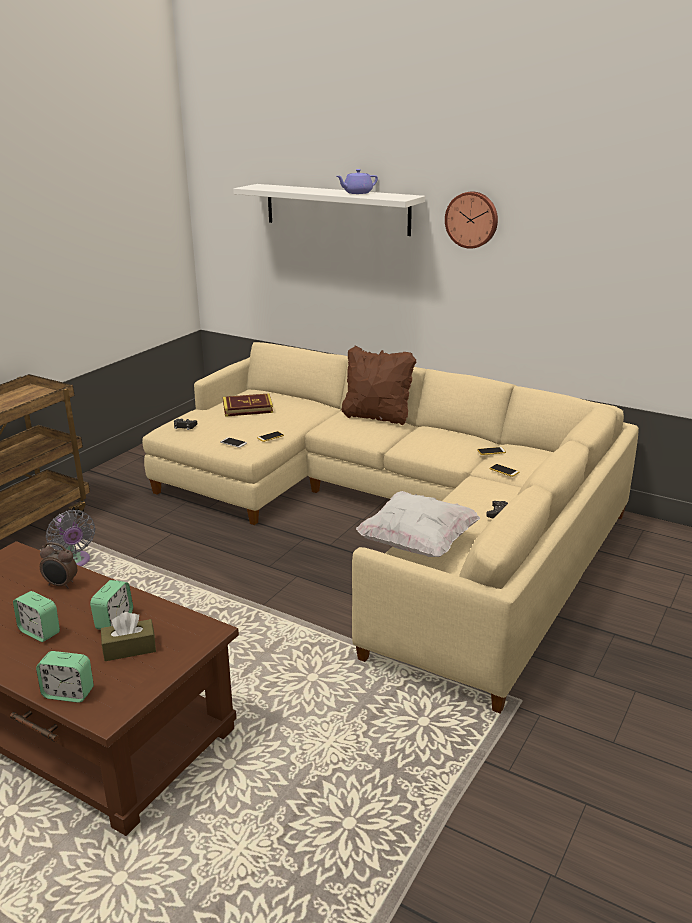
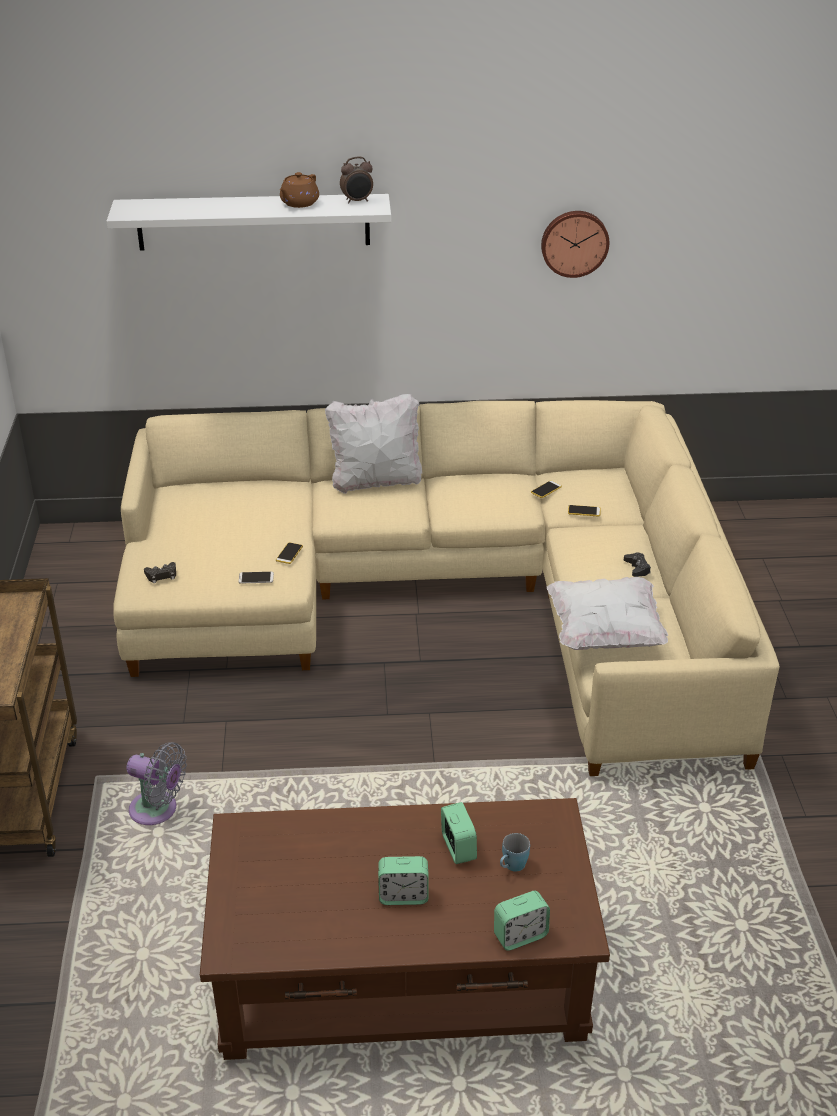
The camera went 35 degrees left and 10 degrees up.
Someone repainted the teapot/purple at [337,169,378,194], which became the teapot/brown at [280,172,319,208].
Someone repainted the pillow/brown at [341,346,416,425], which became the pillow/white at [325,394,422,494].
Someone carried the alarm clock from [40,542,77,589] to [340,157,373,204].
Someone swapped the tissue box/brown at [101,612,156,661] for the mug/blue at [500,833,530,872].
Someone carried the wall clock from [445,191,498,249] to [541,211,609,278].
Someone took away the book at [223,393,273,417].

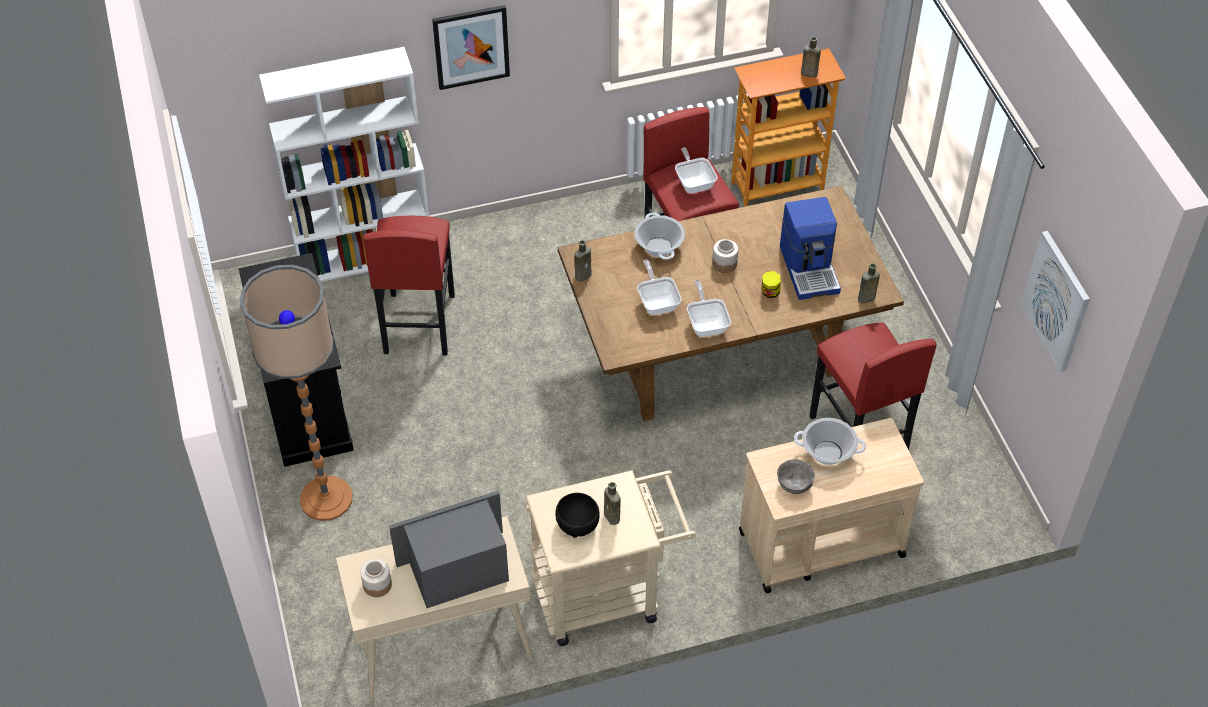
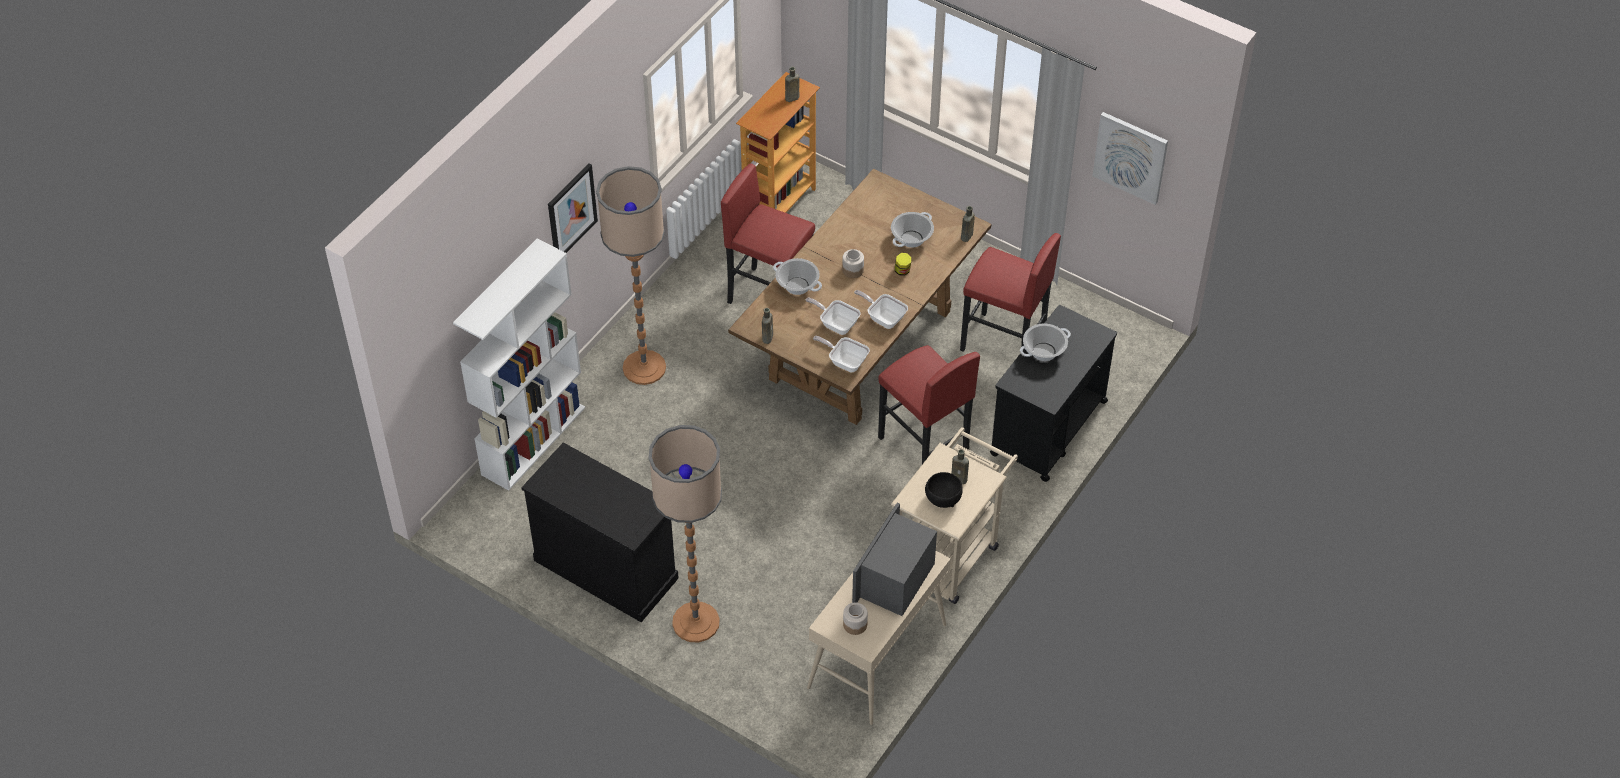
The camera went 40 degrees left and 0 degrees up.
Someone put down the floor lamp at [596,166,666,385].
Someone carried the frying pan from [675,147,718,194] to [813,336,870,372].
Someone carried the stool/red from [363,216,455,355] to [878,345,980,464].
Someone swapped the coffee machine at [780,197,841,300] for the cooking pot at [891,212,934,248].
Someone repainted the cart/beige at [739,418,924,593], which became the cart/black at [990,305,1117,482].
Someone took away the bowl/grey at [777,459,815,494].

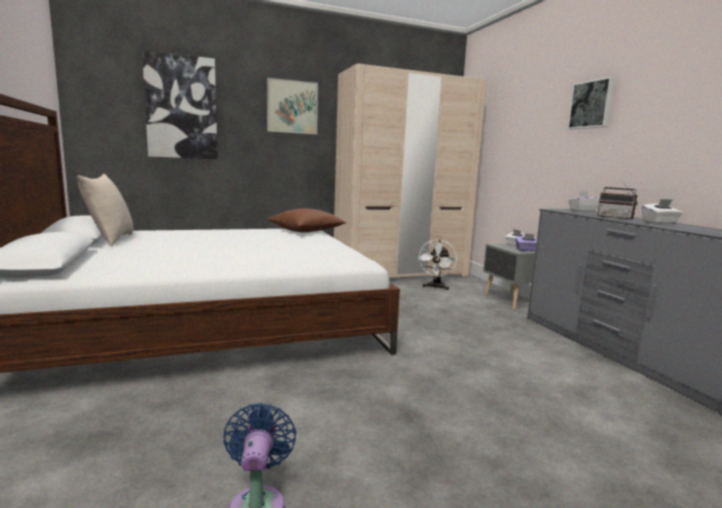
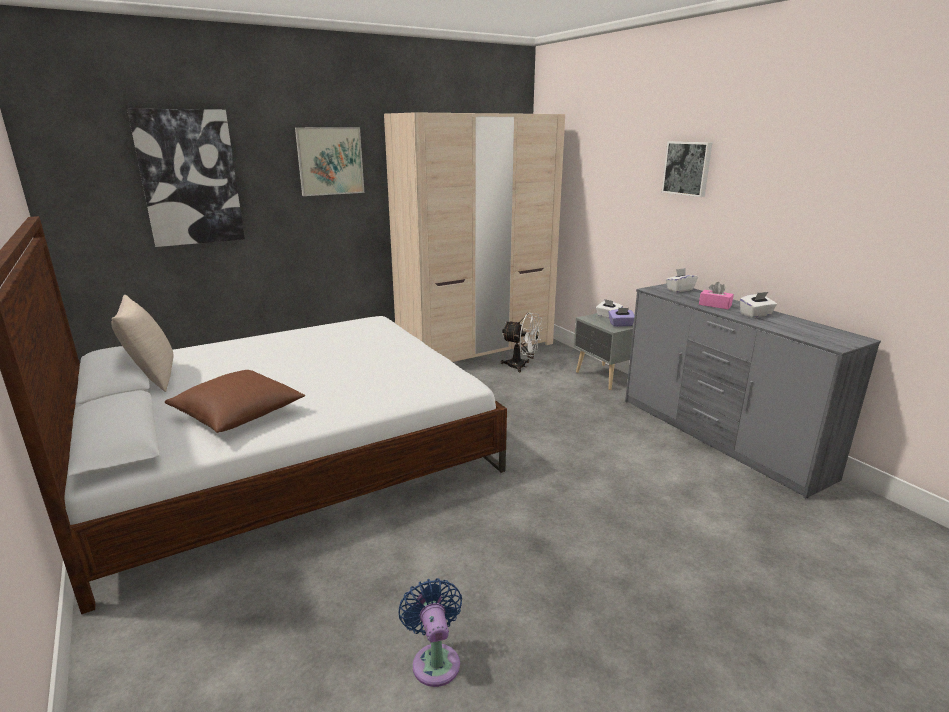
The camera went 10 degrees left and 10 degrees up.
Someone carried the pillow/brown from [268,209,346,233] to [165,370,305,433].
Someone rotated the fan/white at [419,239,457,290] by 75 degrees counterclockwise.
Someone swapped the radio at [597,180,638,219] for the tissue box/pink at [699,282,734,309].

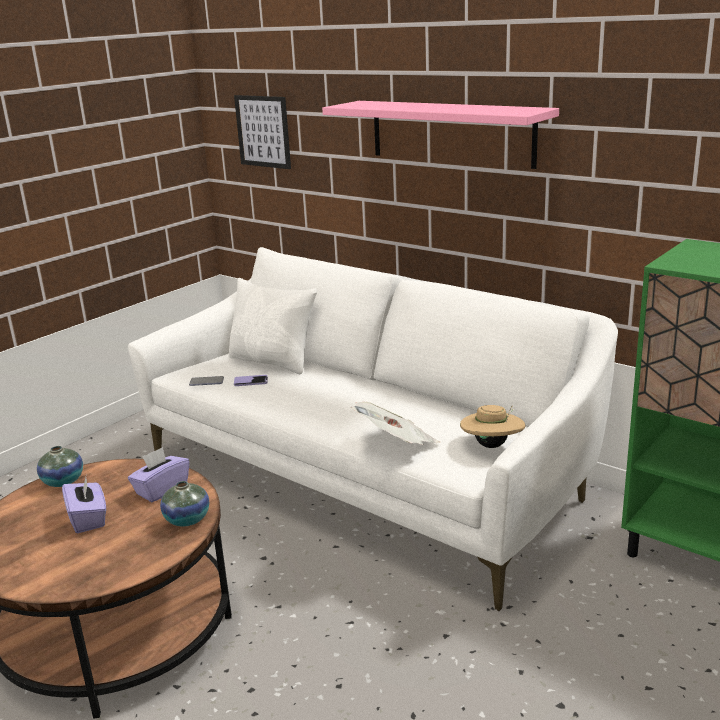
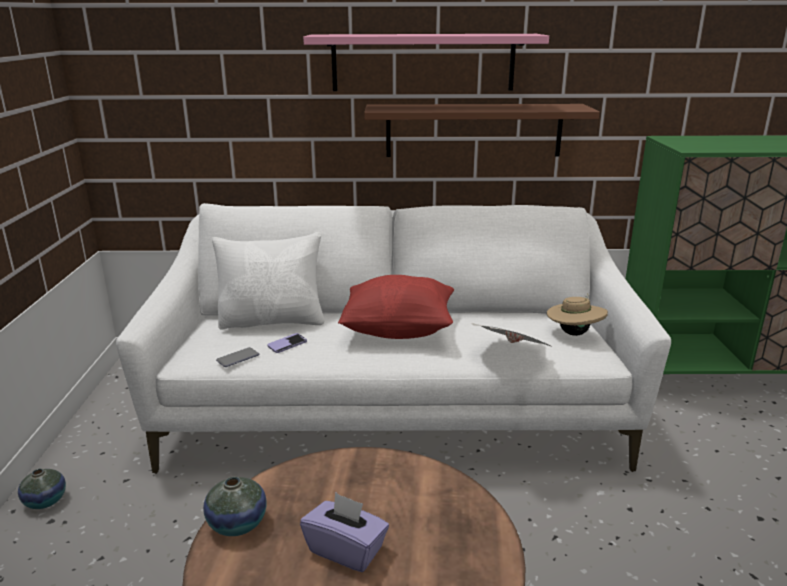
The camera went 40 degrees left and 0 degrees up.
Someone carried the vase from [160,481,209,526] to [18,468,66,509].
Someone put down the pillow/red at [338,275,454,339].
Someone put up the shelf/brown at [364,104,600,157].
Someone took away the tissue box/purple at [128,447,189,502].
Someone took away the picture at [234,95,291,169].

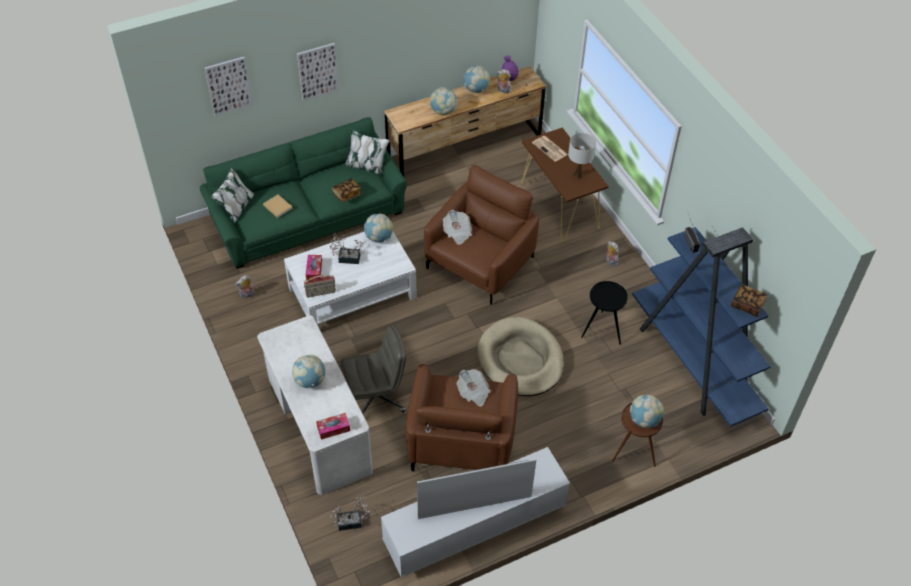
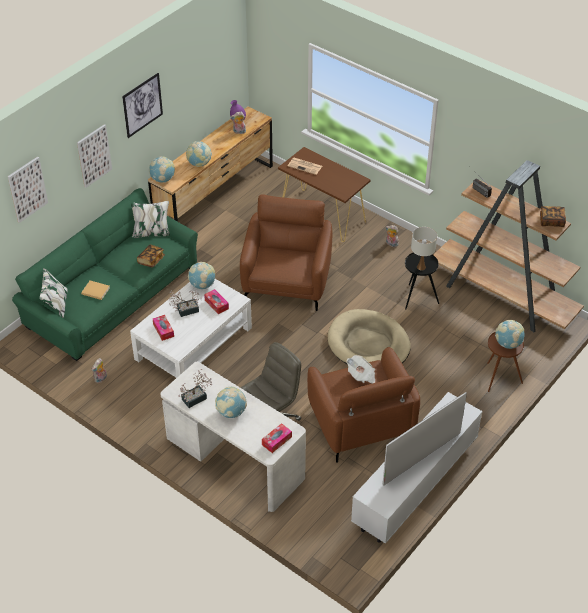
The camera went 25 degrees left and 5 degrees down.
Someone put up the picture at [122,73,163,138].
Someone carried the globe from [463,66,490,93] to [149,156,175,183].
Someone carried the potted plant from [330,496,371,531] to [178,369,212,408].
Someone put down the tissue box at [204,289,229,314].
Someone carried the table lamp/white from [568,133,596,179] to [411,227,437,271].
Someone repainted the bookcase/blue at [632,227,771,427], which became the bookcase/brown at [434,160,584,333].
Someone took away the radio at [304,275,336,298].
Someone took away the newspaper at [443,210,472,245].

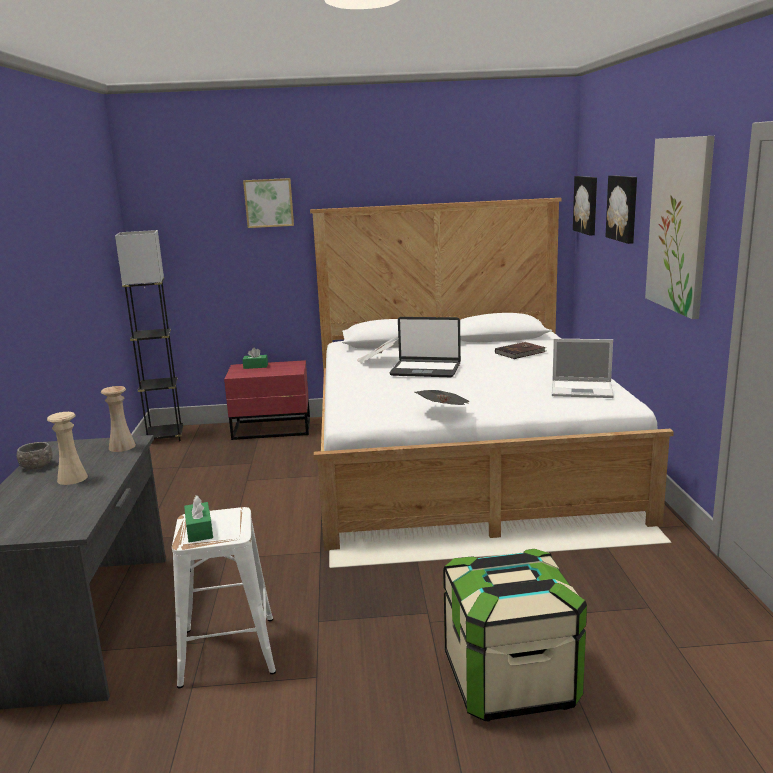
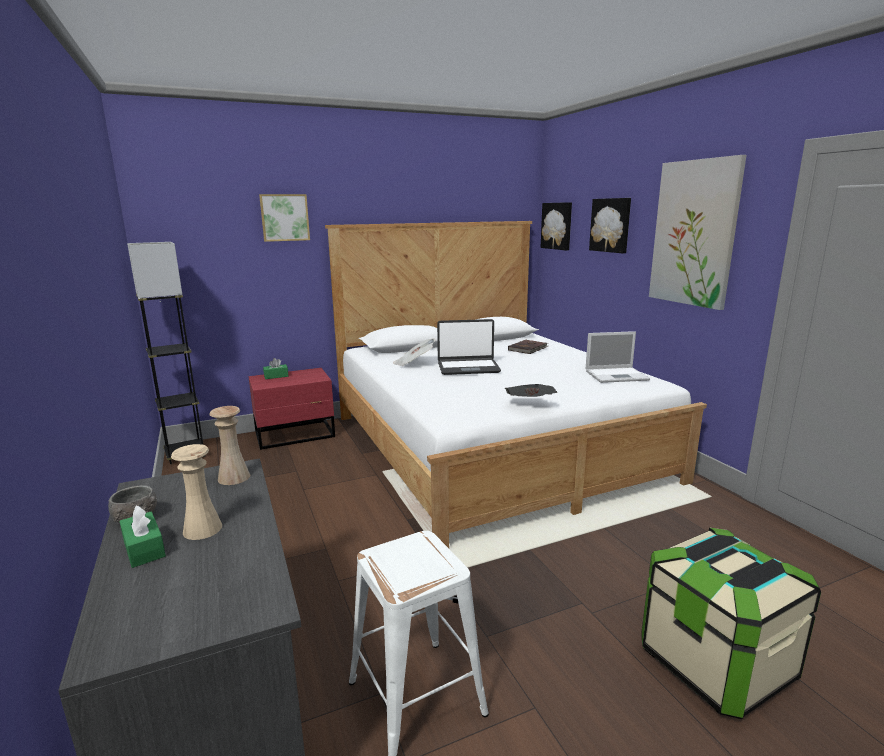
The camera went 20 degrees left and 0 degrees up.
Someone carried the tissue box/green from [184,495,213,543] to [119,506,166,568].

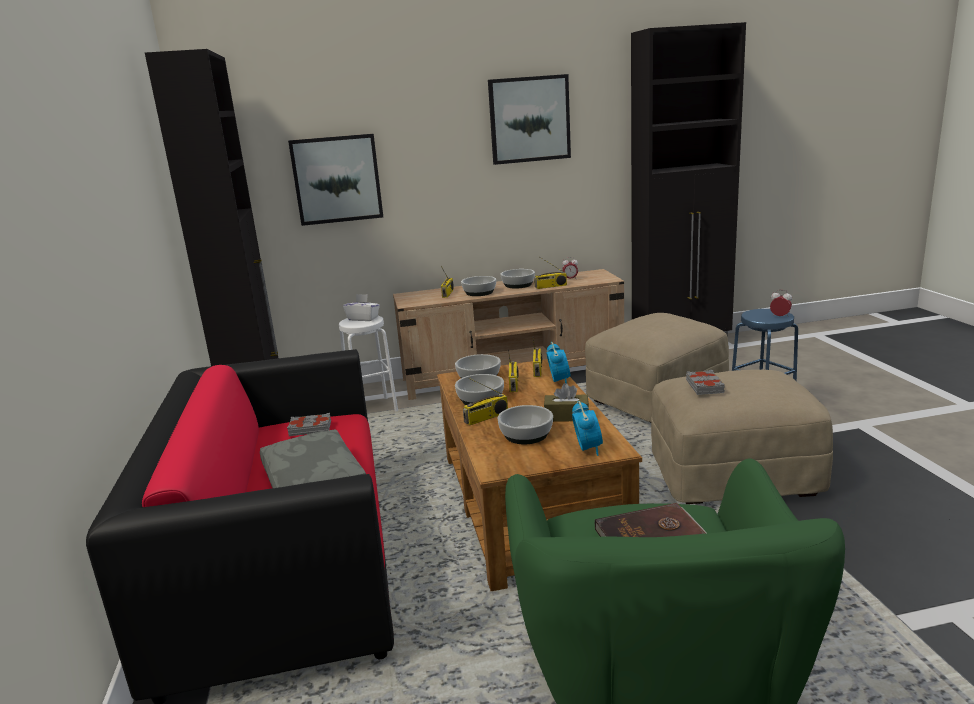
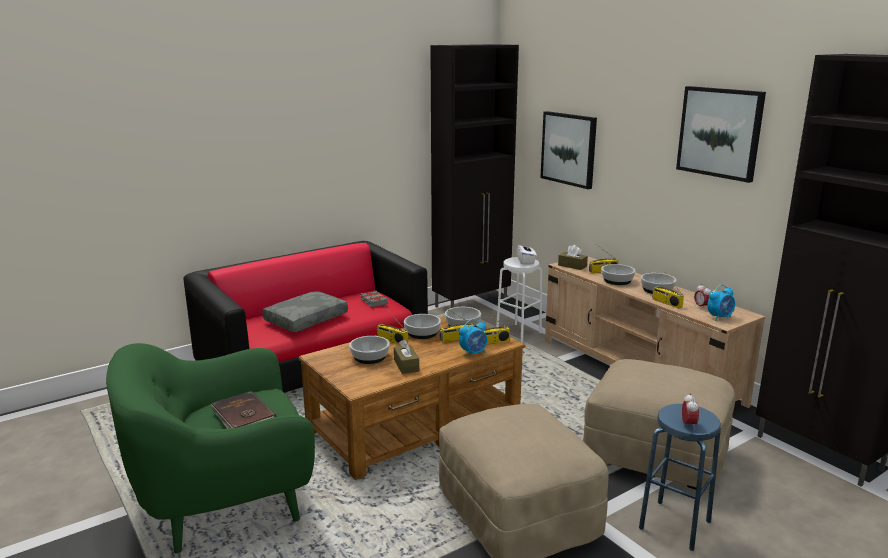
The camera went 65 degrees right and 0 degrees up.
Someone put down the tissue box/brown at [558,245,588,270].
Someone carried the alarm clock from [572,401,603,456] to [708,284,735,321].
Someone took away the book/grey at [686,370,725,395].

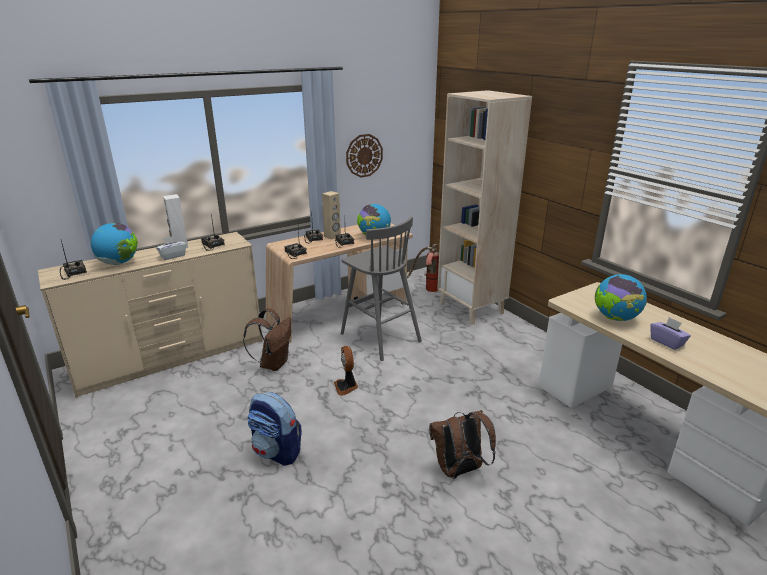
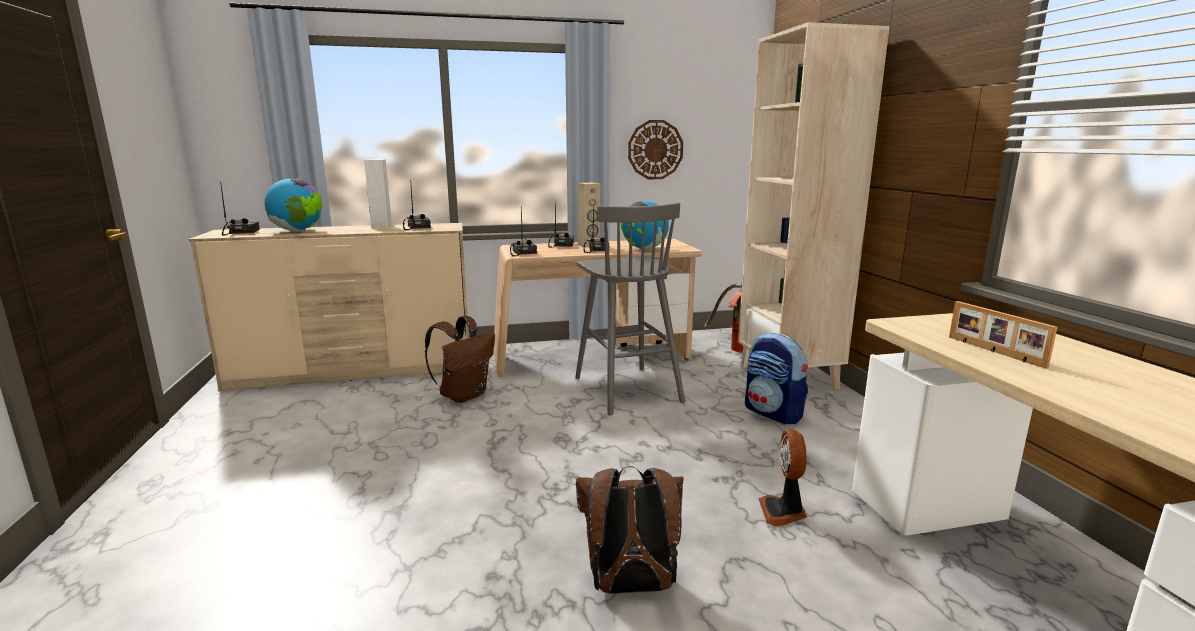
The camera went 20 degrees right and 10 degrees down.
Someone carried the backpack from [247,392,302,466] to [745,333,808,425].
Someone carried the fan from [334,346,358,396] to [759,429,807,526].
Someone swapped the globe at [595,274,647,321] for the picture frame at [949,301,1058,369].
Someone took away the tissue box/white at [156,236,186,260].
Someone took away the tissue box/purple at [651,317,691,350].

